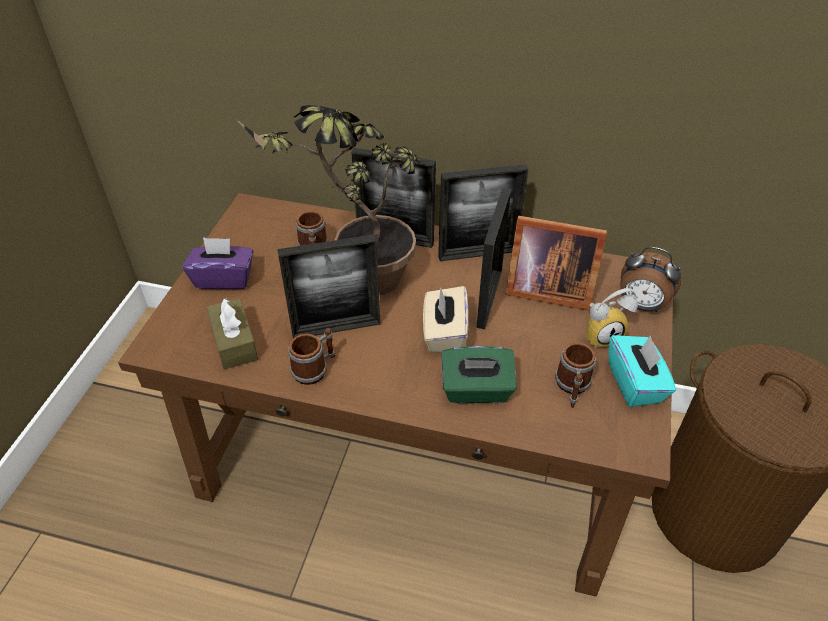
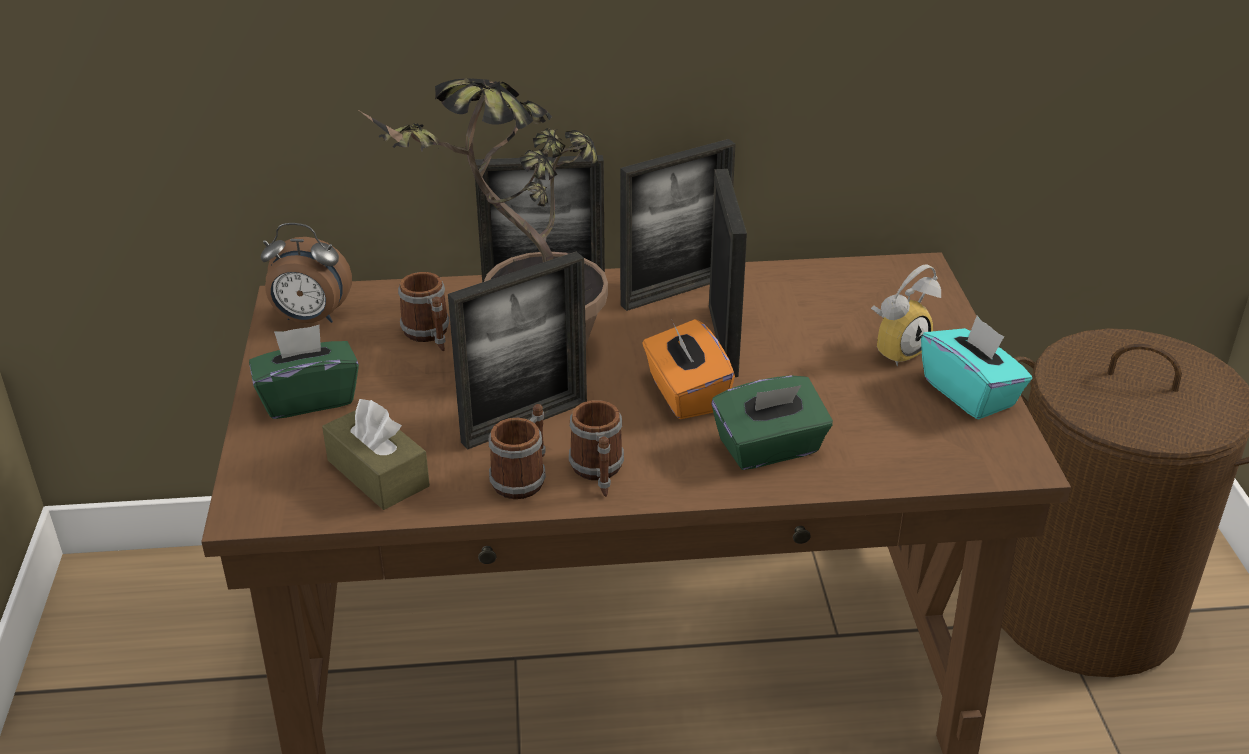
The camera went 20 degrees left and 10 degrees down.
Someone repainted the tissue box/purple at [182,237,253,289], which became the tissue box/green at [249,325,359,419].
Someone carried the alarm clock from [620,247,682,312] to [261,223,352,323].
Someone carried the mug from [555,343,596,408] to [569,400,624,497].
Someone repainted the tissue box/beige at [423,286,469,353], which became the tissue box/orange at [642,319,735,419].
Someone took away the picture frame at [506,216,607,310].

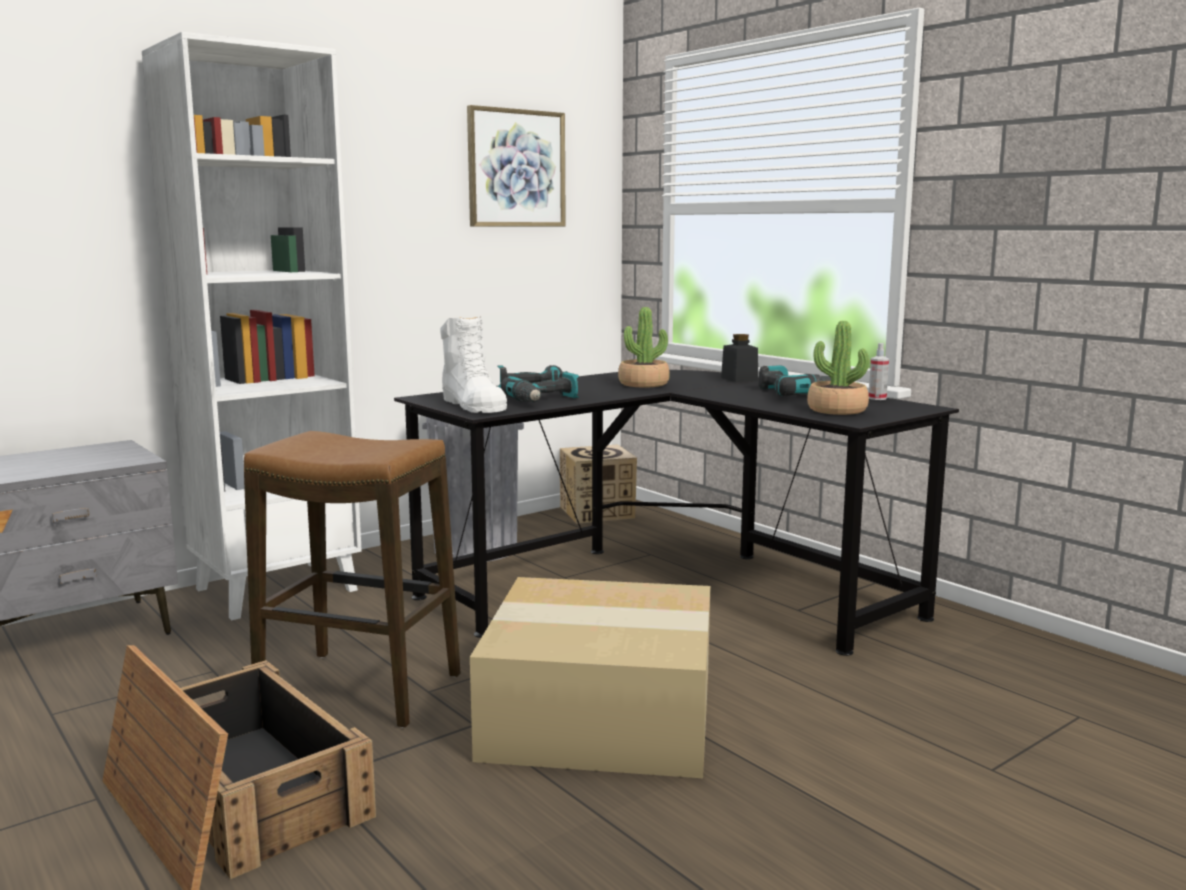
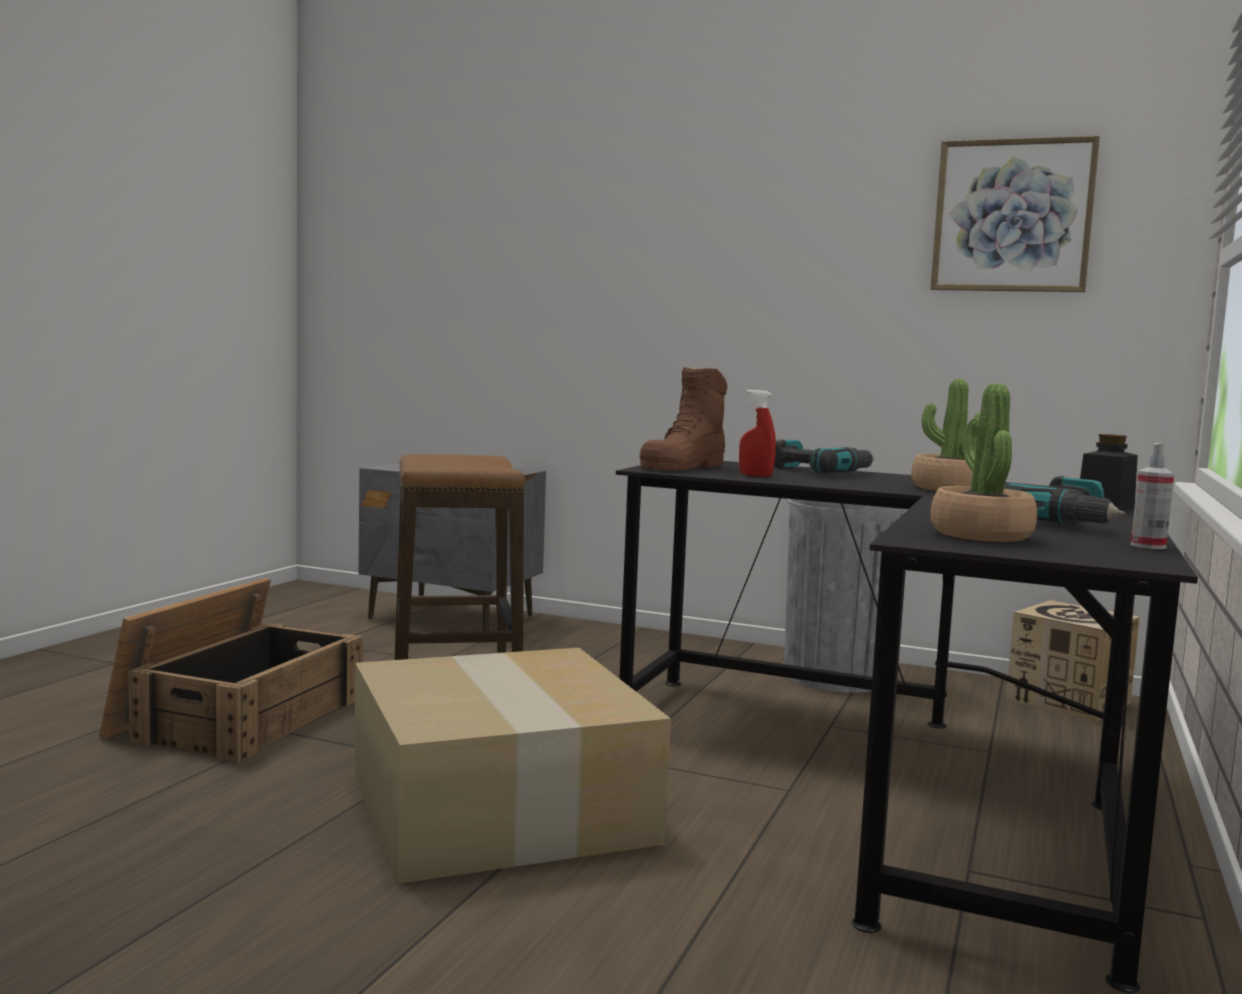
The camera went 60 degrees right and 5 degrees down.
Someone repainted the boot/white at [440,317,507,413], which became the boot/brown at [639,367,728,470].
Someone swapped the power drill at [501,371,579,402] for the spray bottle/red at [739,390,776,477].
Someone took away the bookcase/white at [142,32,362,620].

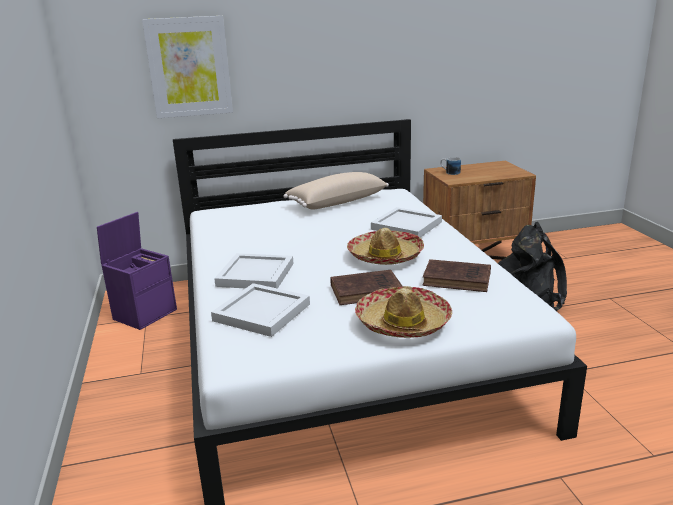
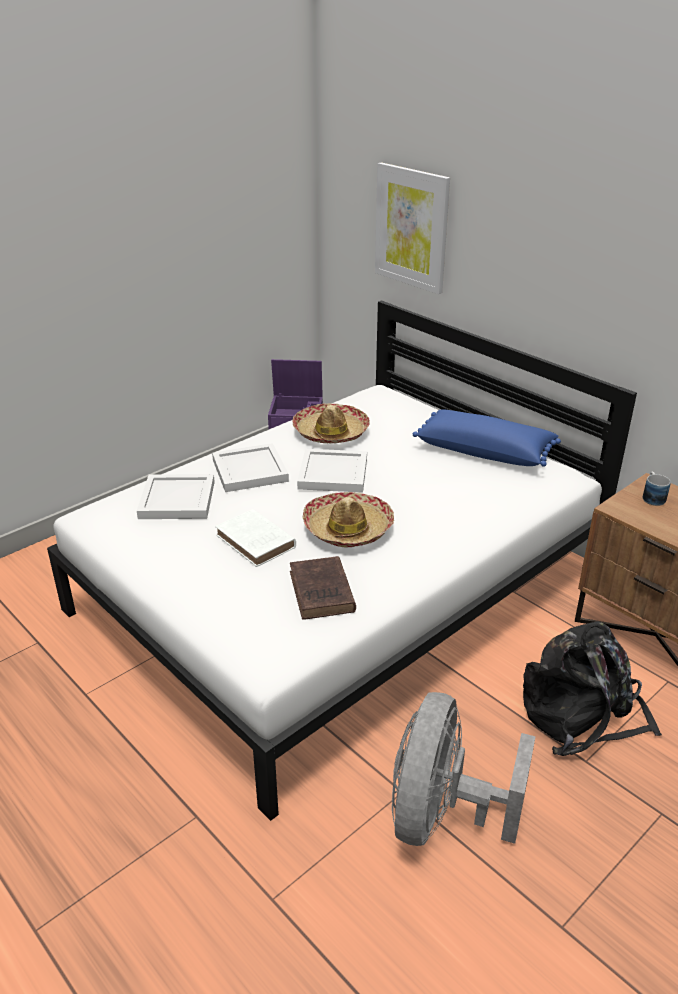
The camera went 60 degrees right and 10 degrees up.
Someone repainted the book/brown at [330,270,403,305], which became the book/white at [215,509,296,567].
Someone carried the hat from [355,286,452,338] to [292,403,370,443].
Someone carried the tray/white from [371,207,442,237] to [297,449,367,493].
Someone put down the fan/grey at [392,692,536,846].
Someone repainted the pillow/beige at [284,172,389,210], which became the pillow/blue at [413,410,561,467].

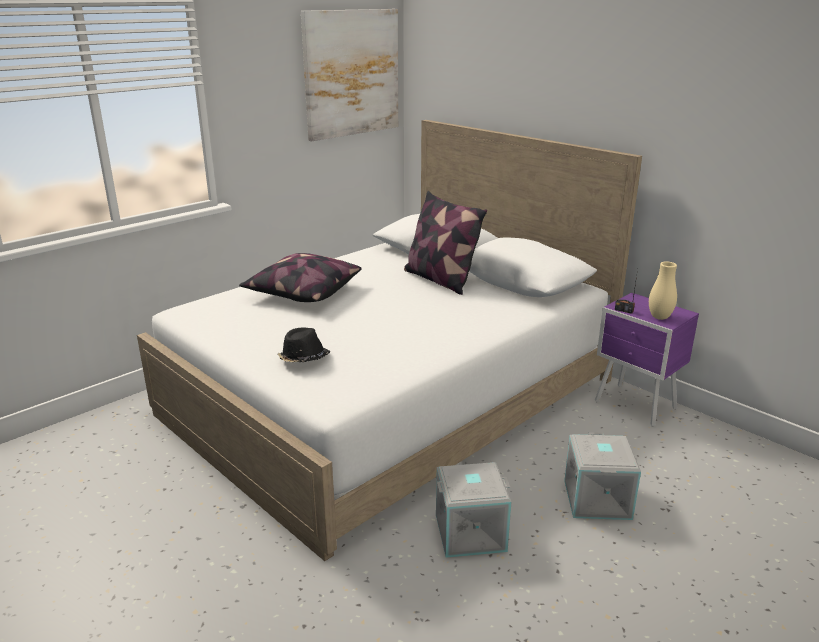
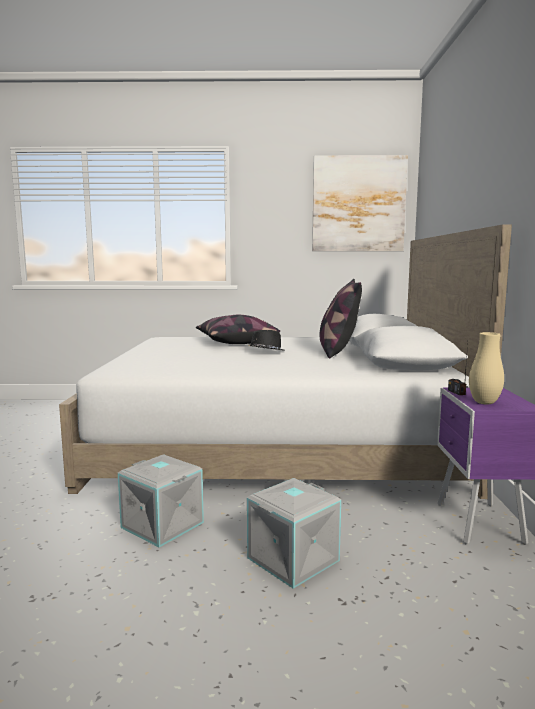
The camera went 45 degrees right and 15 degrees down.
Someone carried the hat/black from [278,328,330,363] to [248,330,286,351].

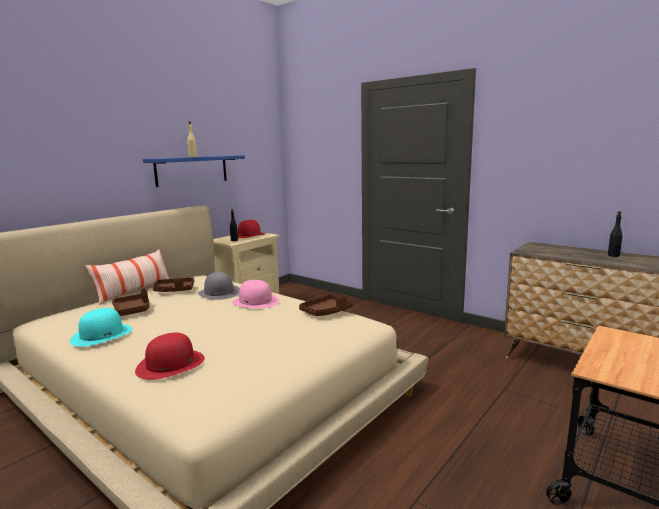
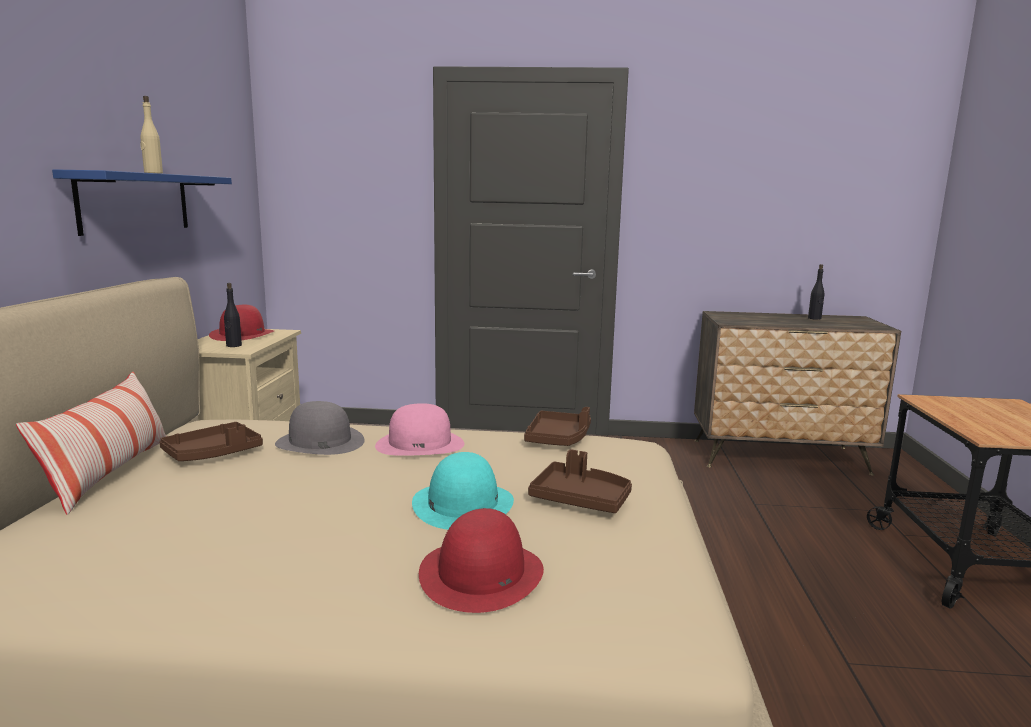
The camera went 35 degrees left and 0 degrees up.
Someone carried the hat/turquoise from [70,308,132,347] to [412,452,514,530].
Someone carried the tray/brown from [112,288,150,316] to [528,449,632,513].

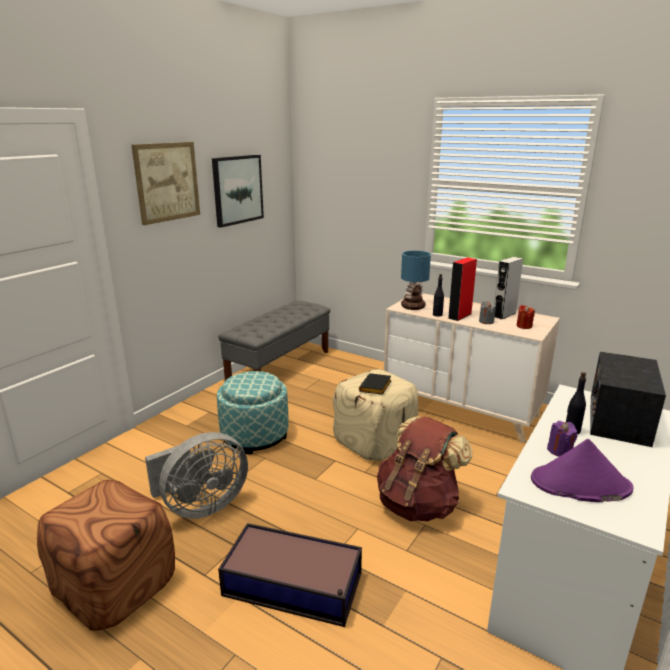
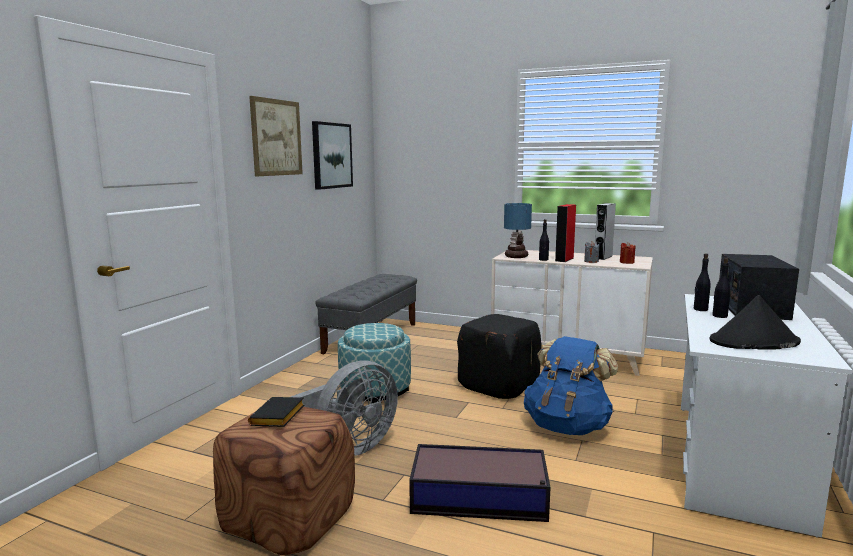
The camera went 10 degrees left and 10 degrees down.
Someone carried the book/black from [359,373,391,395] to [248,397,304,427].
Someone repainted the ottoman/beige at [333,369,418,461], which became the ottoman/black at [457,314,542,399].
Someone repainted the backpack/brown at [377,416,472,521], which became the backpack/blue at [524,336,618,435].
Someone put down the bottle/black at [694,254,711,311].
Someone repainted the hat/purple at [531,439,633,502], which became the hat/black at [709,295,801,350].
Someone took away the candle/purple at [547,421,578,457].

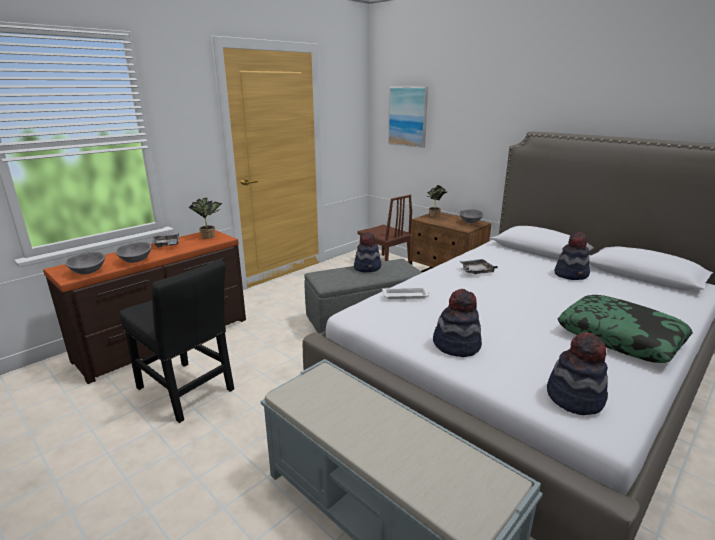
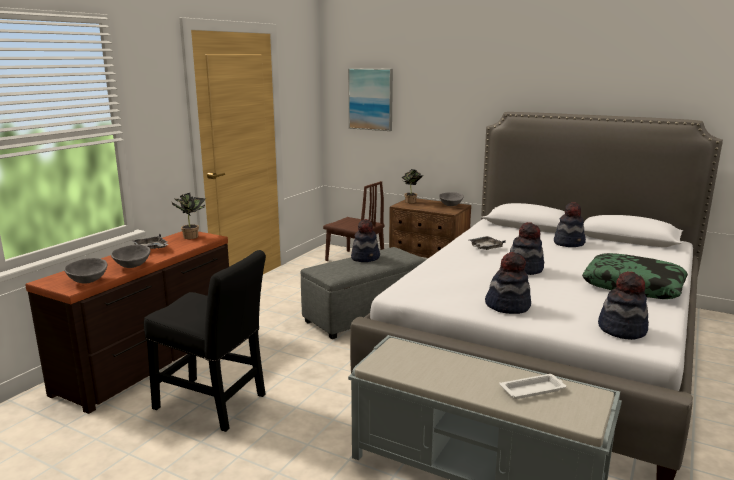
The camera went 15 degrees left and 5 degrees down.
Someone carried the tray/white from [382,288,430,299] to [499,374,566,399].
Someone put down the hat at [510,222,544,275].

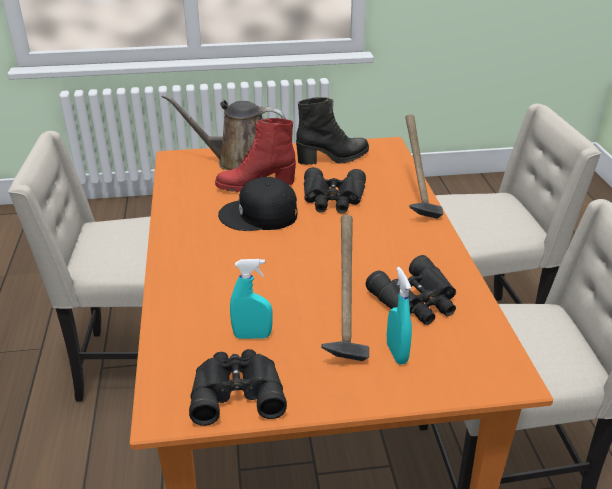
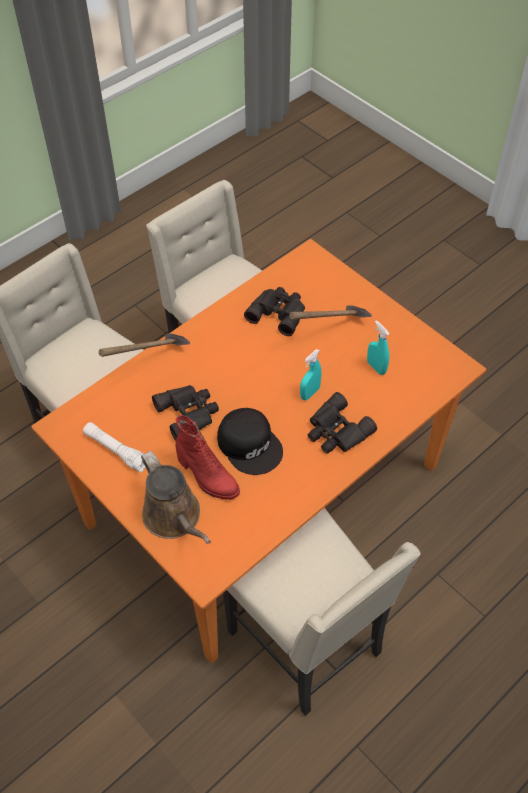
The camera went 125 degrees left and 20 degrees up.
Someone swapped the boot/black at [296,97,369,165] for the flashlight/white at [83,422,146,472].
Someone carried the spray bottle/turquoise from [387,267,412,364] to [300,349,322,400].
Someone carried the binoculars/black from [189,349,287,426] to [308,392,377,454].

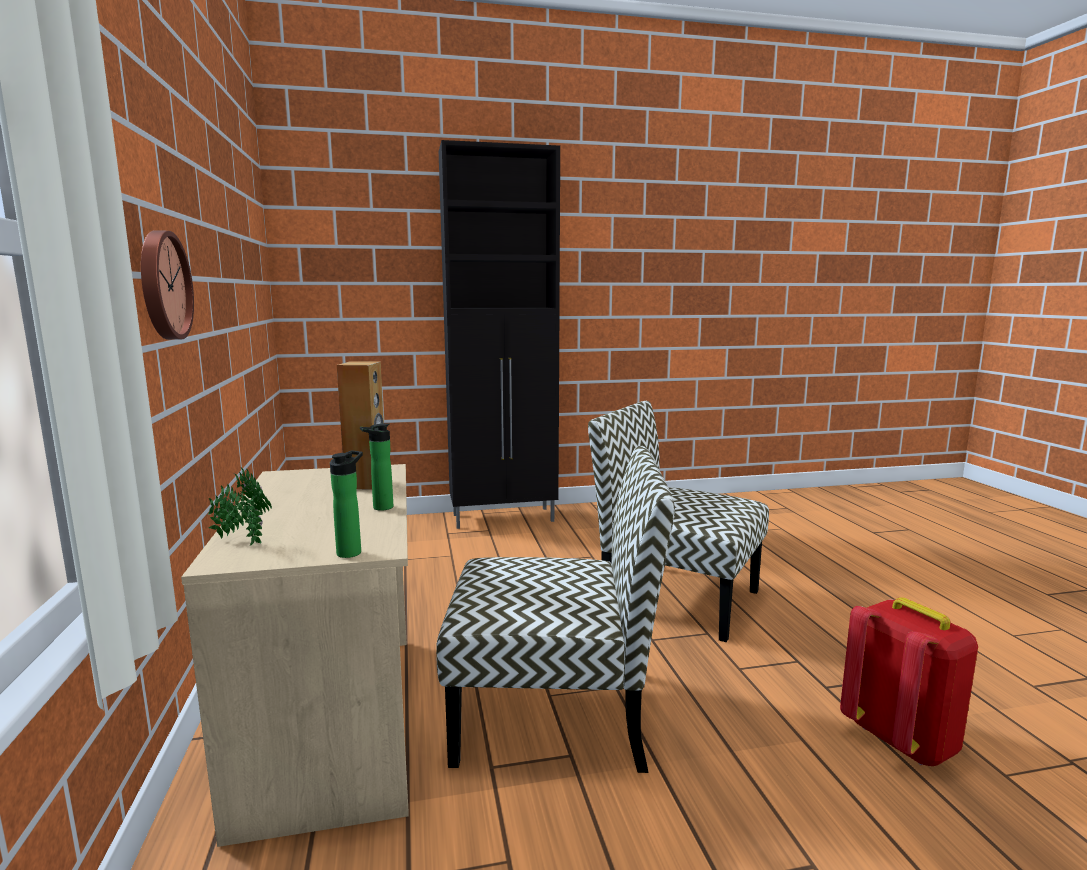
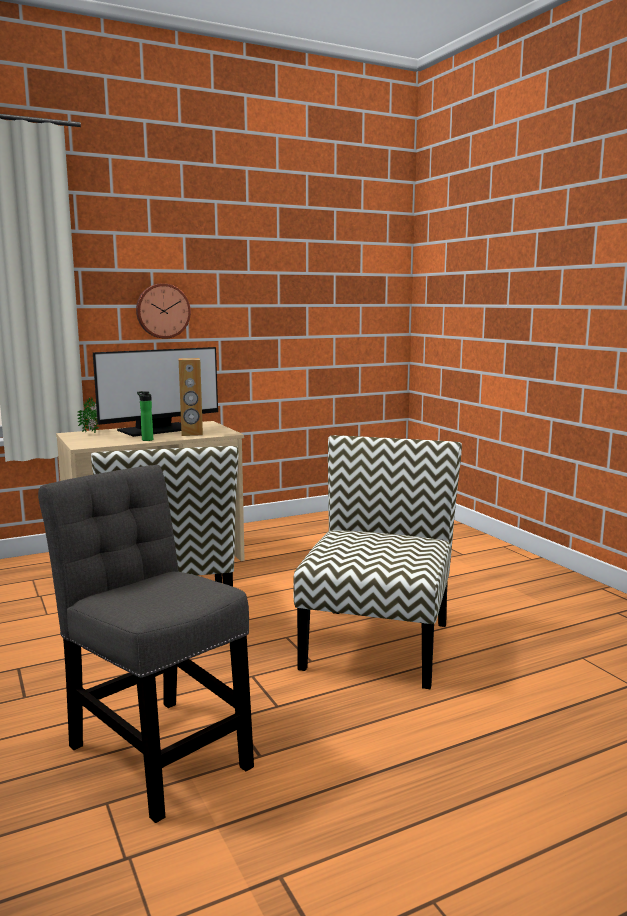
The camera went 75 degrees right and 0 degrees up.
Someone swapped the backpack/red at [840,597,978,766] for the chair/grey at [38,465,254,823].
Someone put down the monitor at [93,347,218,437].
Someone took away the bottle at [330,450,363,558].
Someone took away the cabinet/black at [439,140,560,529].

